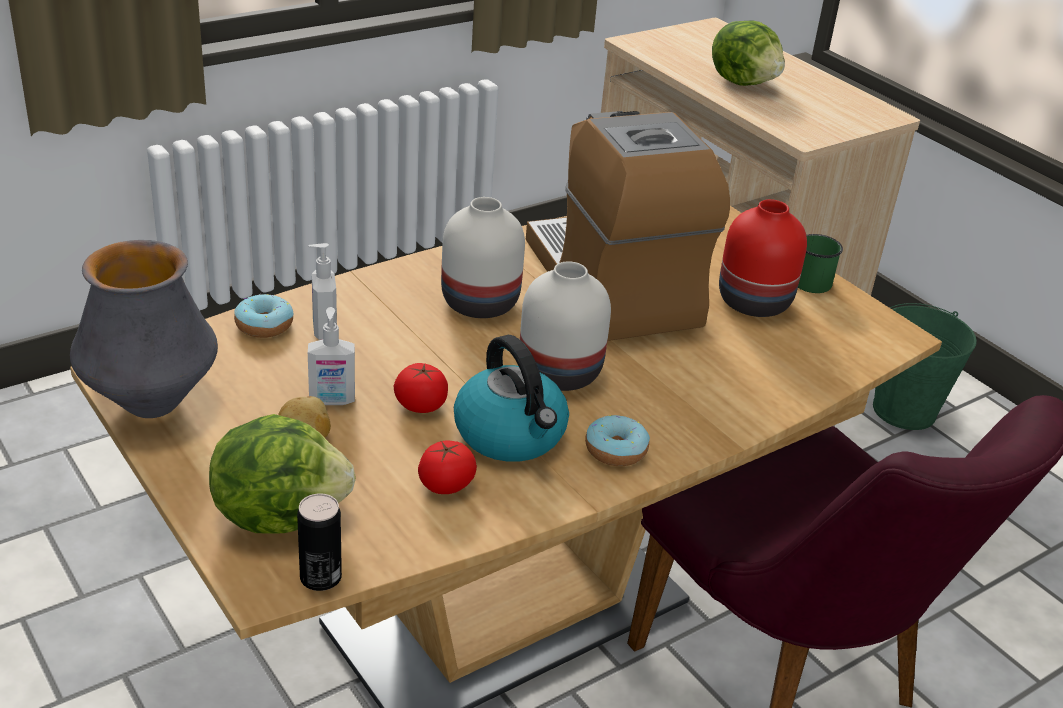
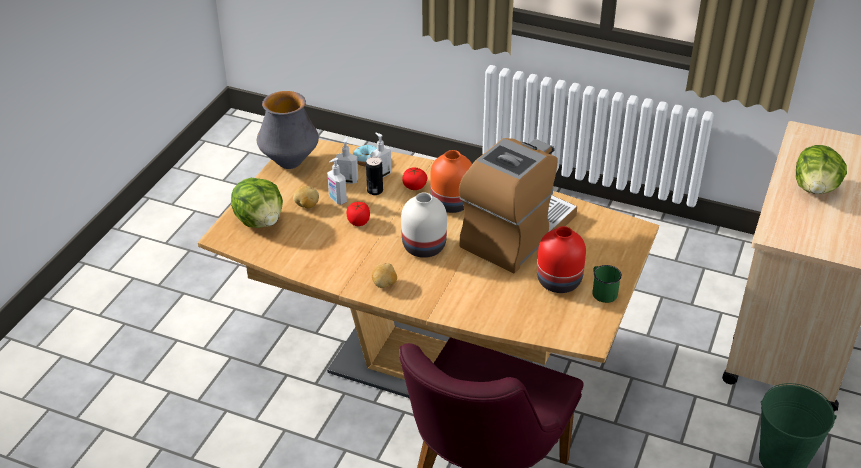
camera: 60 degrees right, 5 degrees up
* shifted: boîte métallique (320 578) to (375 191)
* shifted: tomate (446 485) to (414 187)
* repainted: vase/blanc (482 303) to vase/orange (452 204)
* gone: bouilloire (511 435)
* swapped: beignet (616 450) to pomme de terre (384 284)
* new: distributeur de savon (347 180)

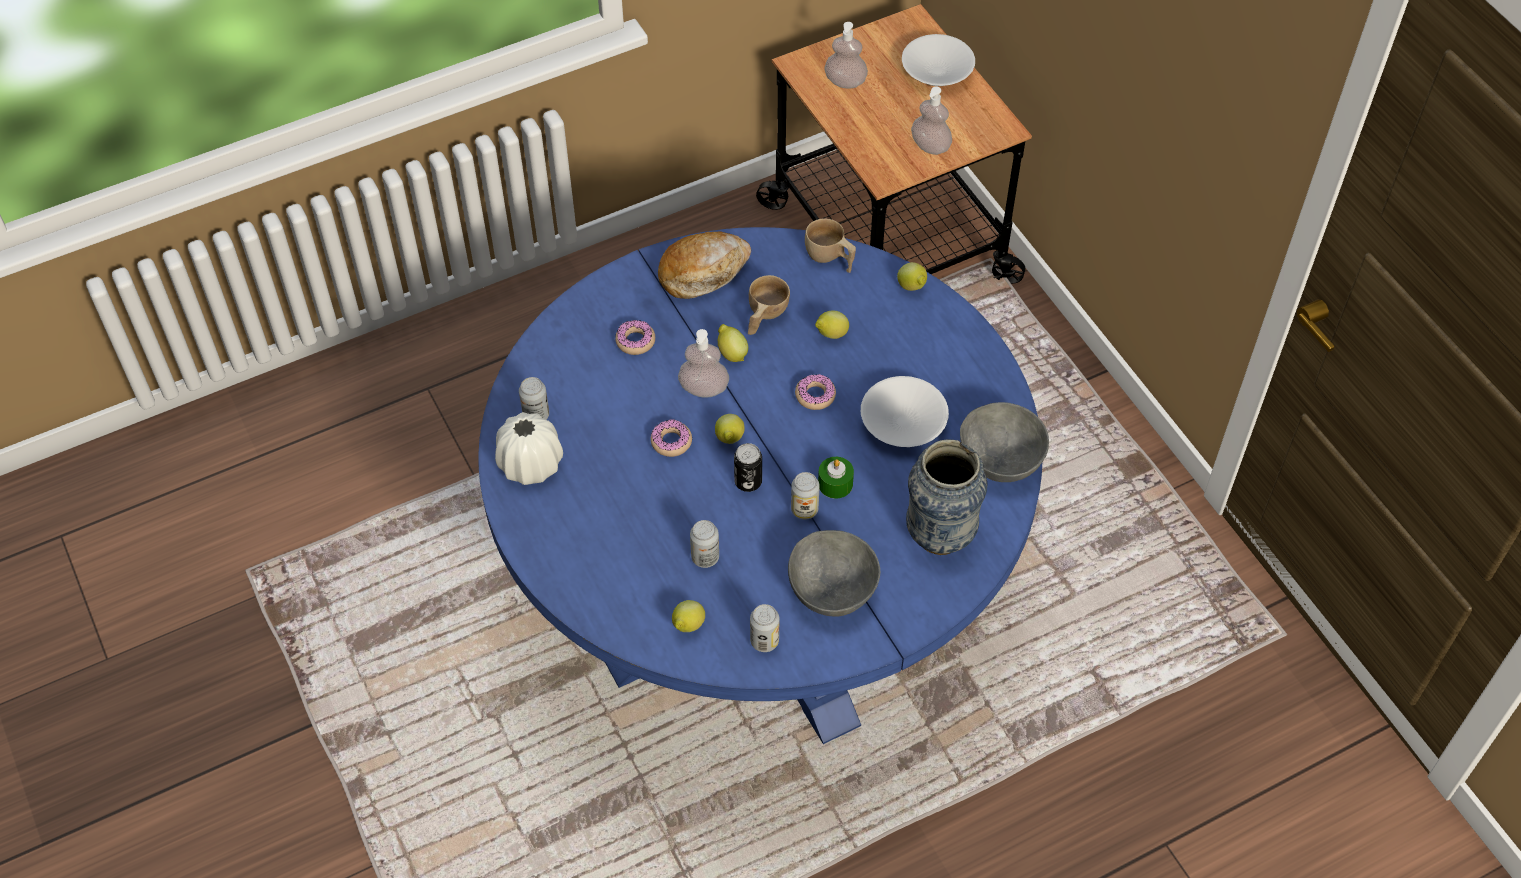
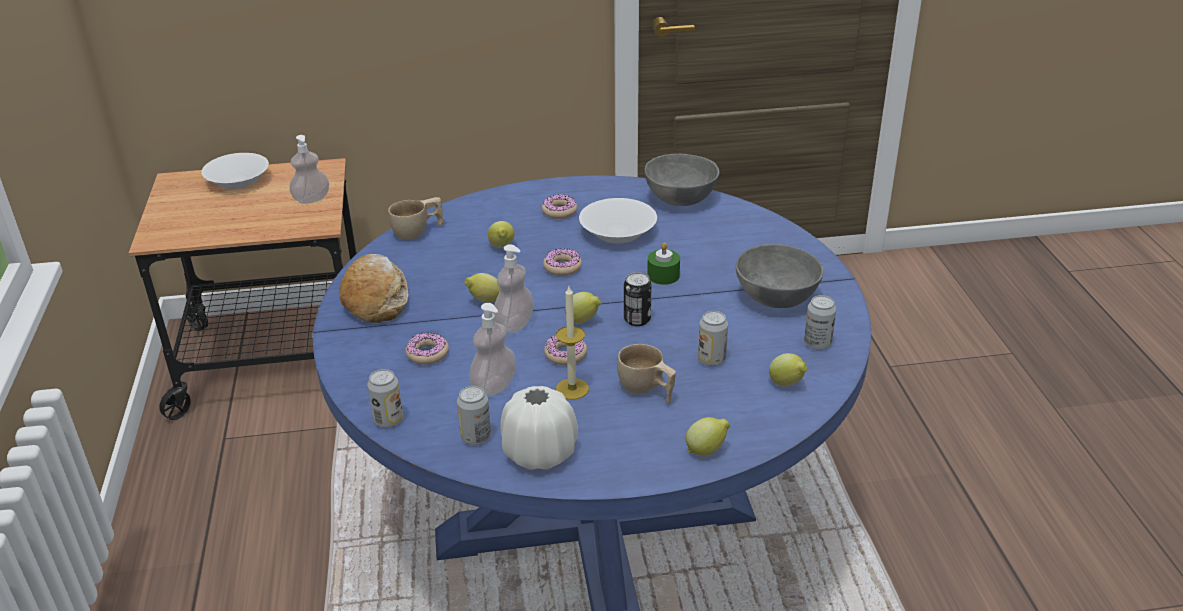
camera: 70 degrees left, 20 degrees down
* shifted: tasse/beige (764 317) to (646 390)
* shifted: boîte métallique (804 509) to (388 420)
* shifted: distributeur de savon (845 82) to (494 386)
* shifted: citron (912 287) to (707 450)
* gone: vase (940 535)
* new: beignet (559 211)
* new: bougie (572 389)

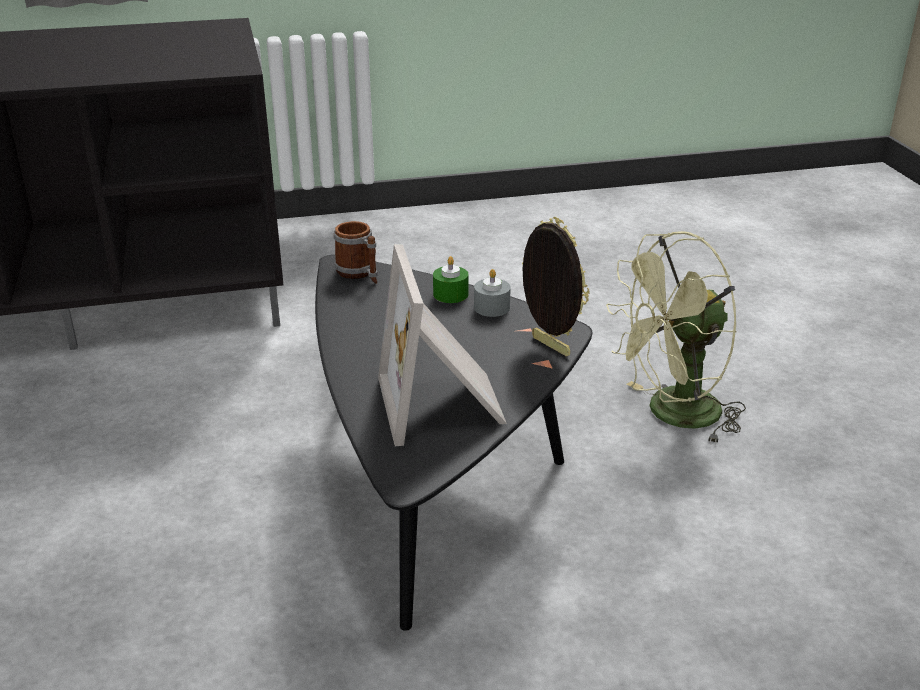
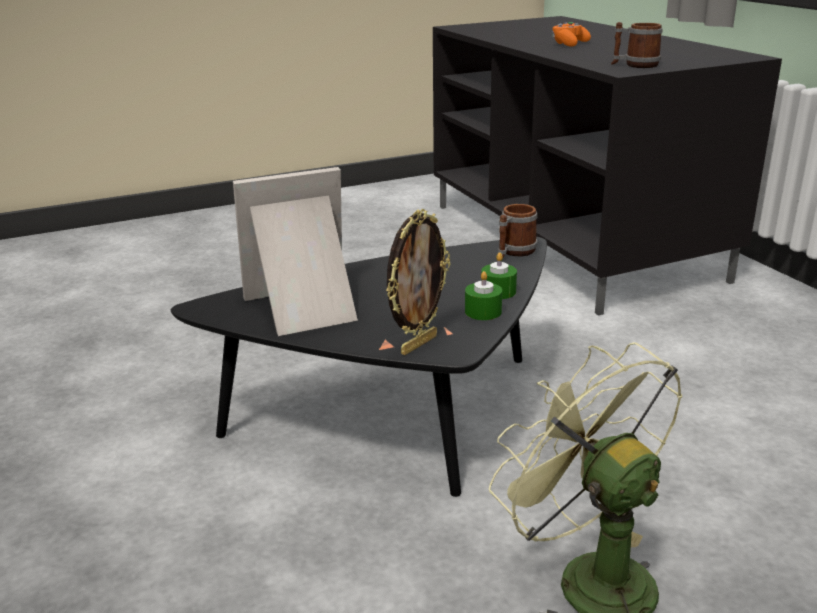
camera: 80 degrees right, 5 degrees down
* repainted: bougie/gris (491 307) to bougie/vert (483 311)
* new: manette/orange (569 44)
* new: mug (635 65)

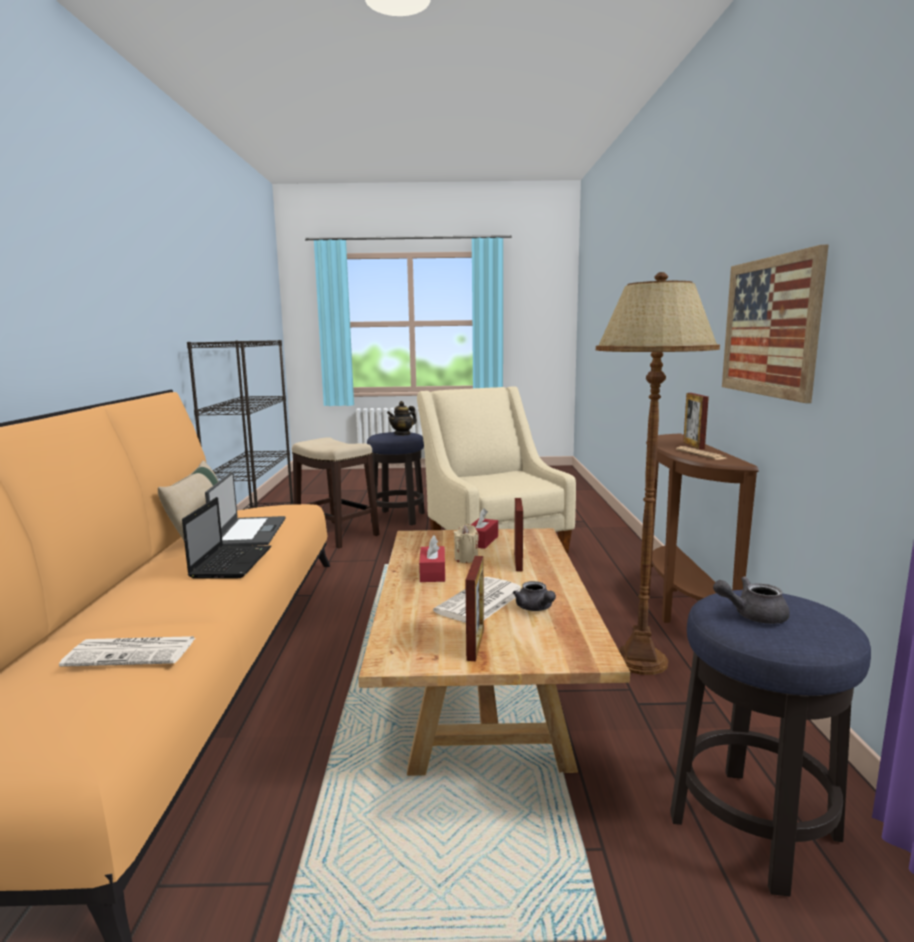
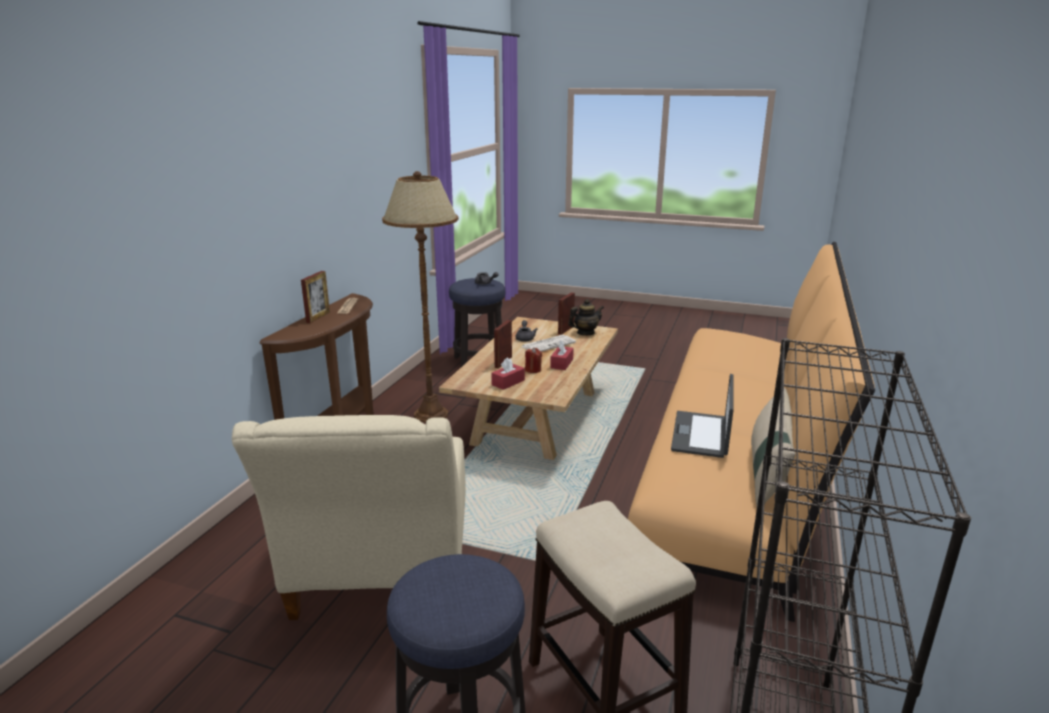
camera: 160 degrees left, 10 degrees up
* gone: journal (133 652)
* gone: ordinateur portable (231 562)
* shifted: théière (402 434) to (585 333)
* repainted: bougie/beige (466 559) to bougie/rouge (533 370)
* gone: tableau (769 327)

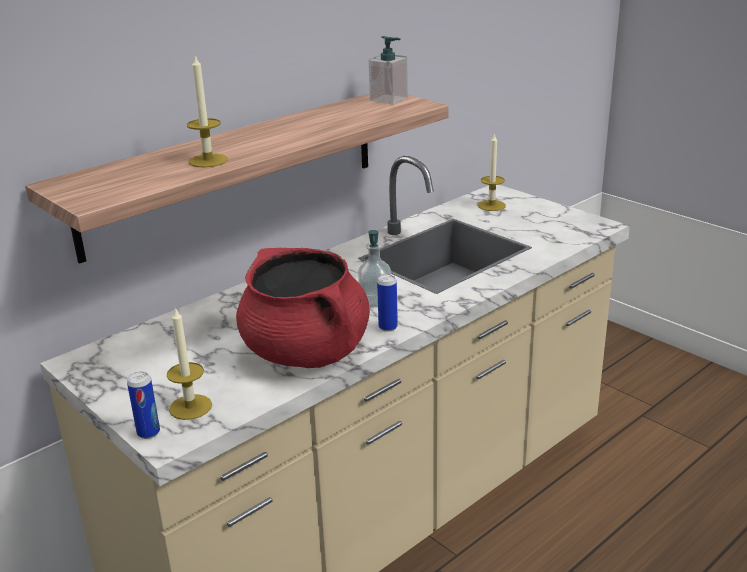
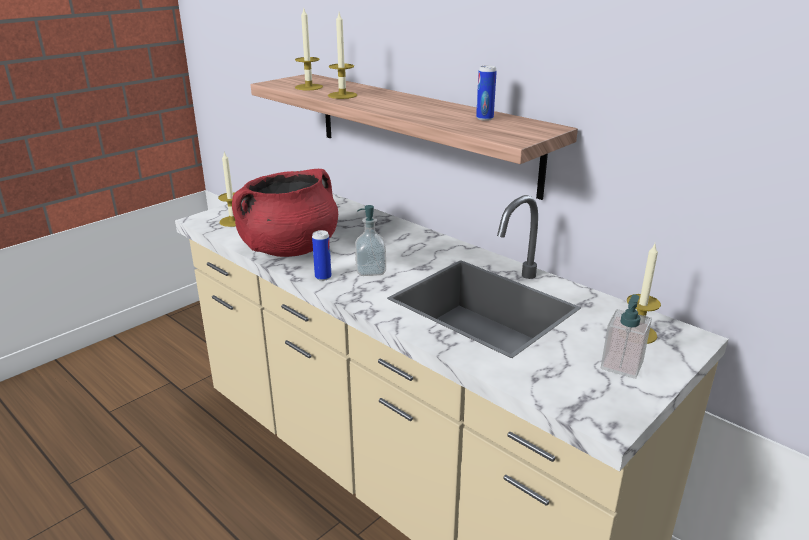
camera: 85 degrees right, 0 degrees up
* shifted: boîte métallique (148 433) to (484 118)
* shifted: distributeur de savon (389 99) to (621 365)
* new: bougie (309 87)

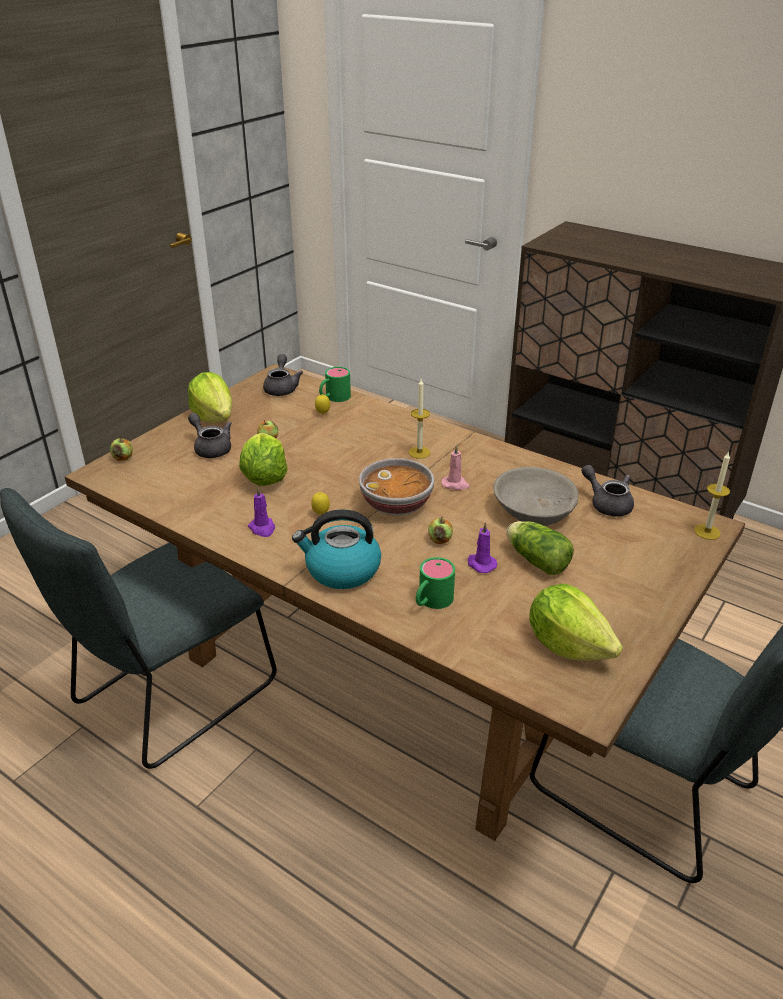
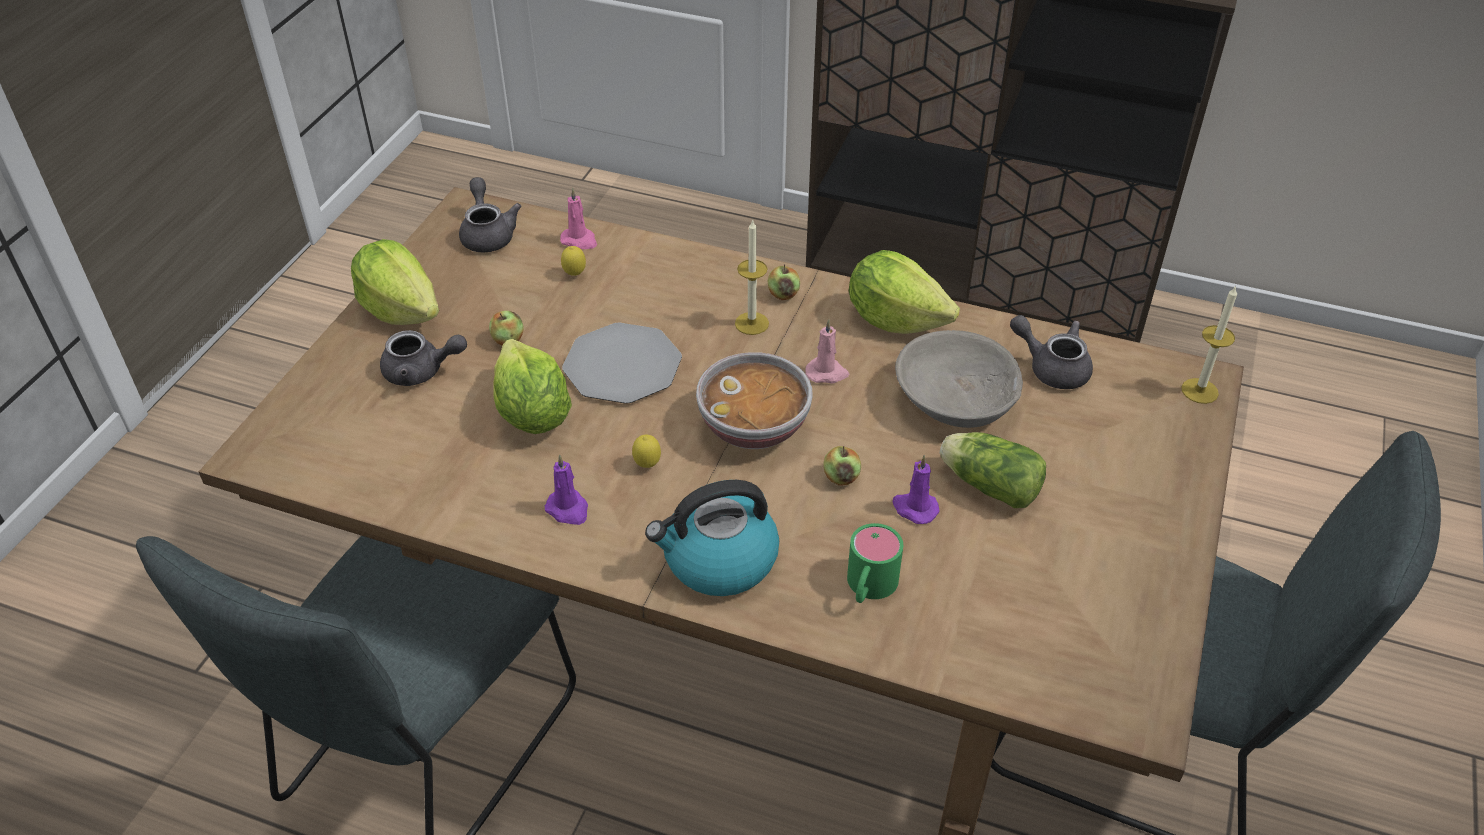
camera: 15 degrees left, 10 degrees up
* shifted: pomme (123 458) to (783 294)
* rotated: théière/gris (211 448) = (421 372) 150 degrees clockwise
* swapped: mug/vert (334 398) to bougie/rose (579 241)
* shifted: laitue (568 644) to (895 319)
* new: assiette (622 365)

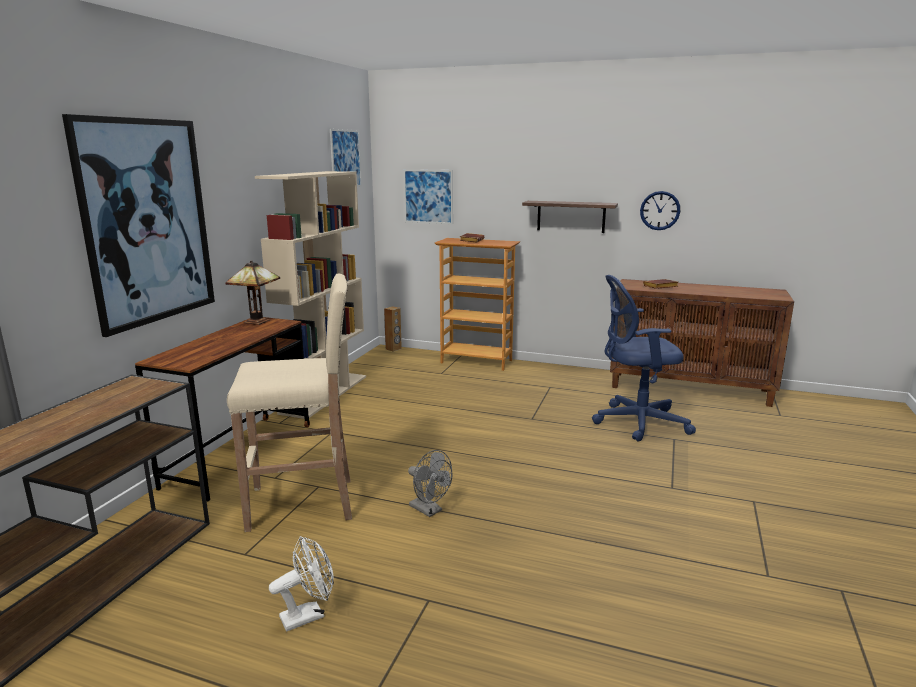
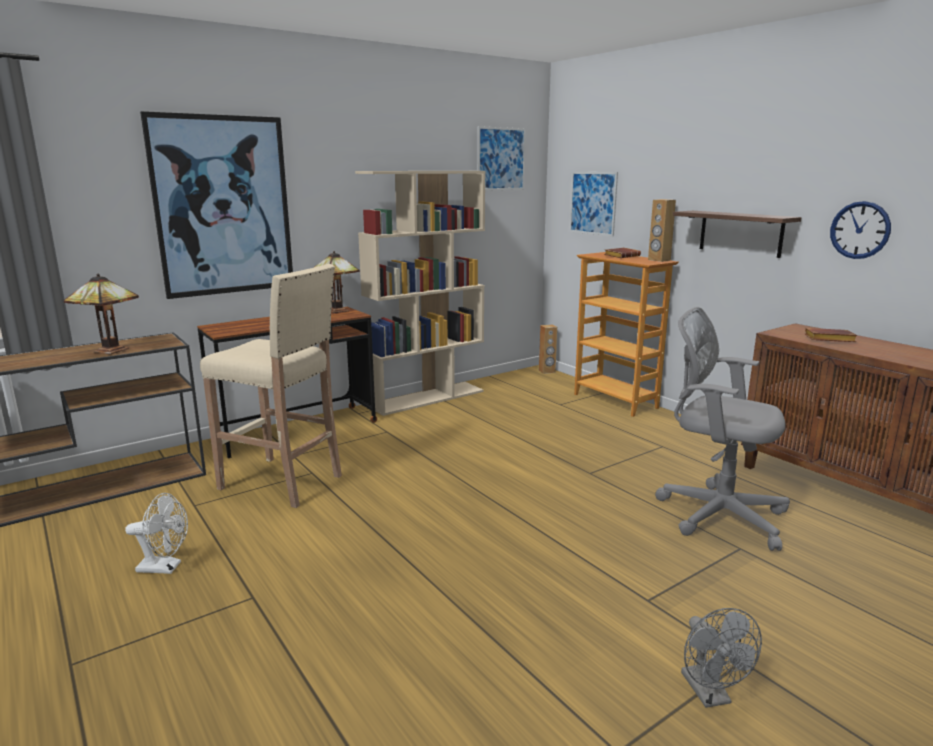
camera: 35 degrees right, 0 degrees up
* shifted: ventilateur/gris (429 510) to (710 695)
* repainted: chaise de bureau/bleu (636 422) to chaise de bureau/gris (715 513)
* new: lampe de table (108 351)
* new: enceinte/marron (659 260)

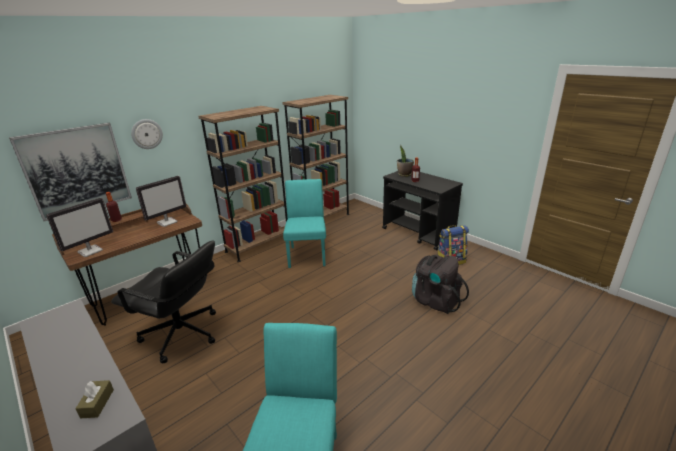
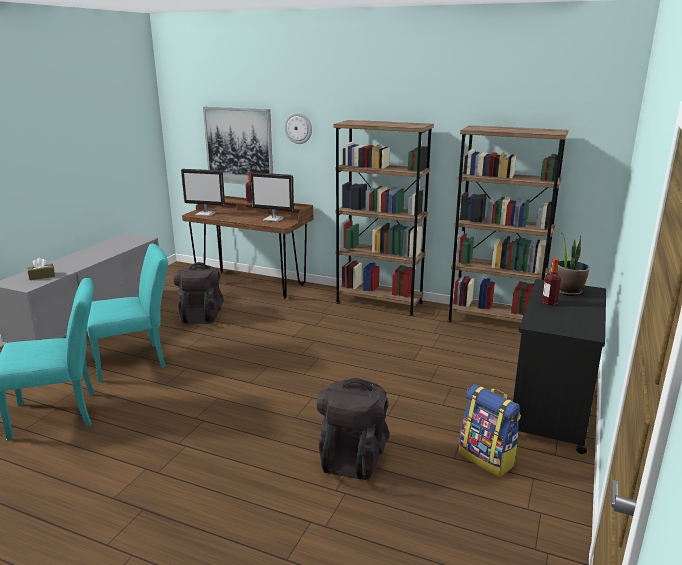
camera: 65 degrees right, 5 degrees down
* swapped: chaise de bureau/noir (181 335) to sac à dos/noir (201 316)
* shifted: chaise/turquoise (307 254) to (135 361)

